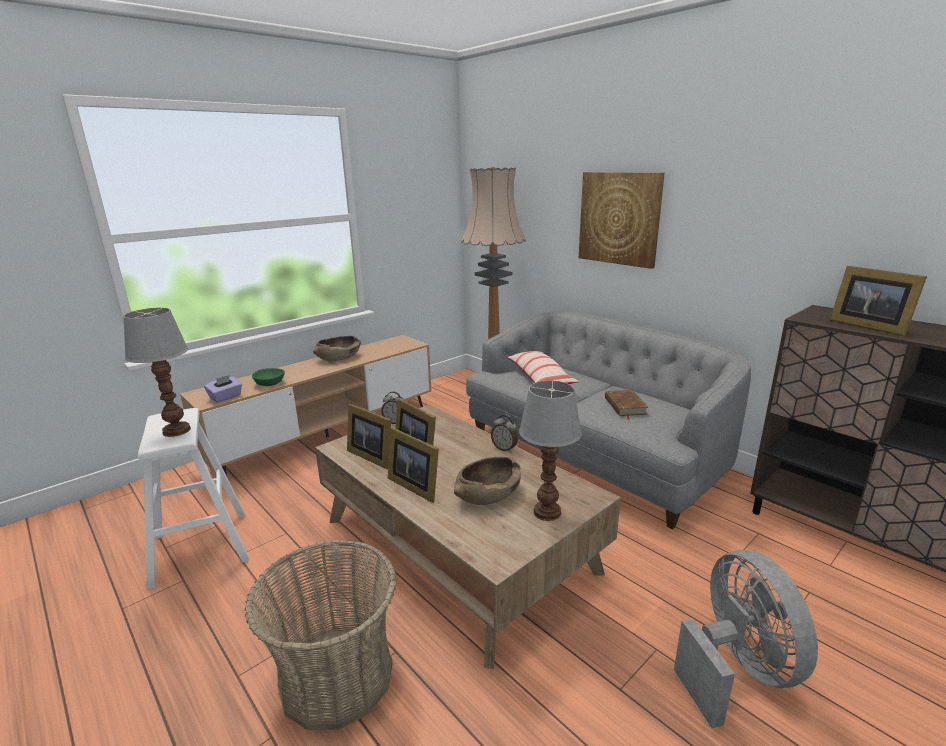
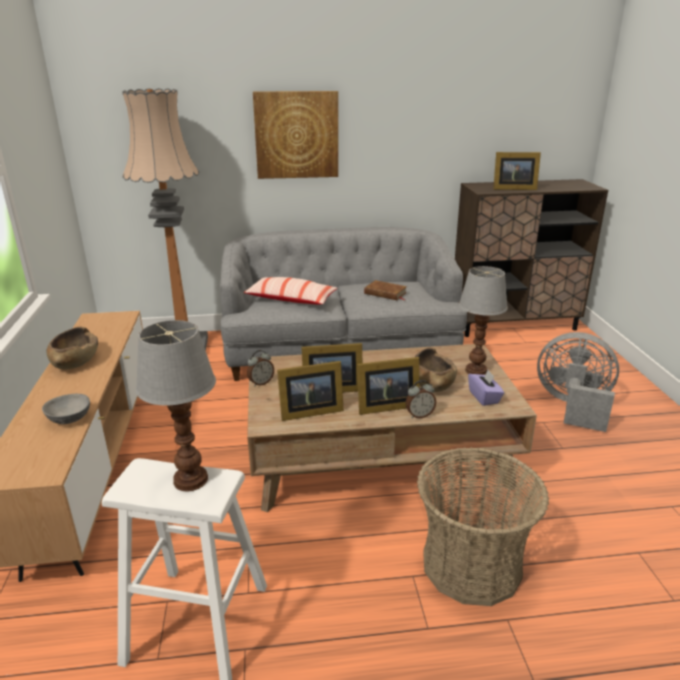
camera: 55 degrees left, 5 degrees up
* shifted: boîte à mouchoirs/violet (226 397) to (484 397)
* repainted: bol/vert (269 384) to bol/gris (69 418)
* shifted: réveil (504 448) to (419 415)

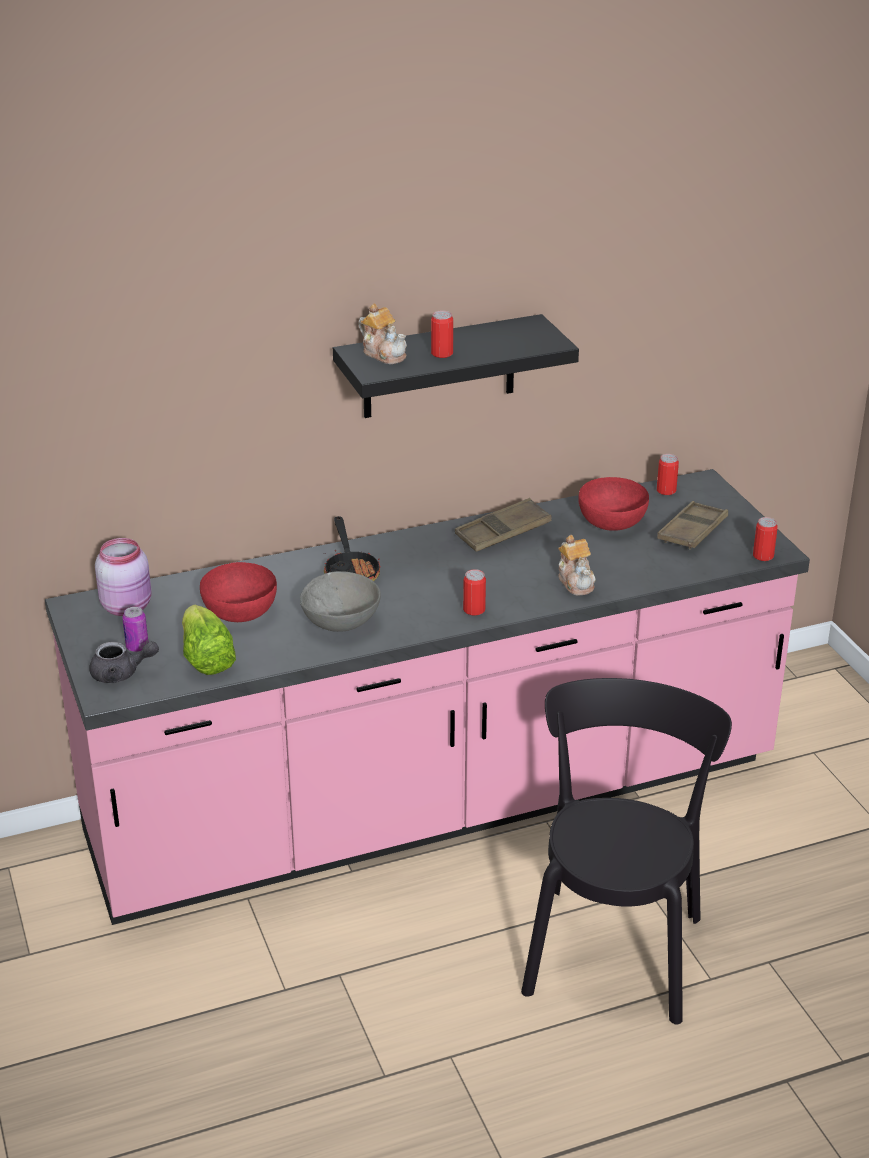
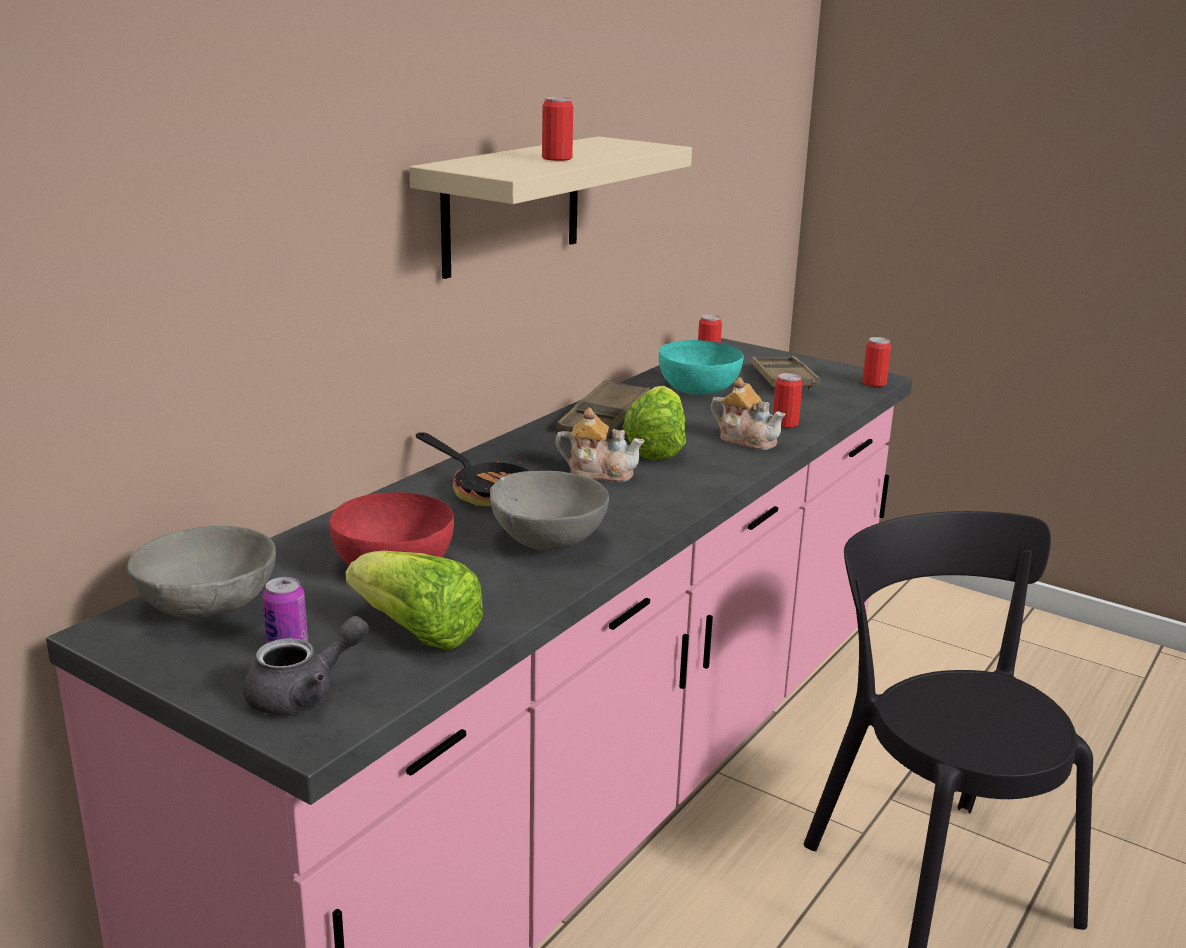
camera: 35 degrees left, 10 degrees down
* swapped: bocal/rose (128 606) to bol/gris (210 607)
* repainted: étagère/noir (439 367) to étagère/beige (512 205)
* shifted: théière (384 354) to (599 472)
* shifted: boîte métallique (474 610) to (785 424)
* repainted: bol/rouge (613 522) to bol/turquoise (699 388)
* new: laitue (656 447)

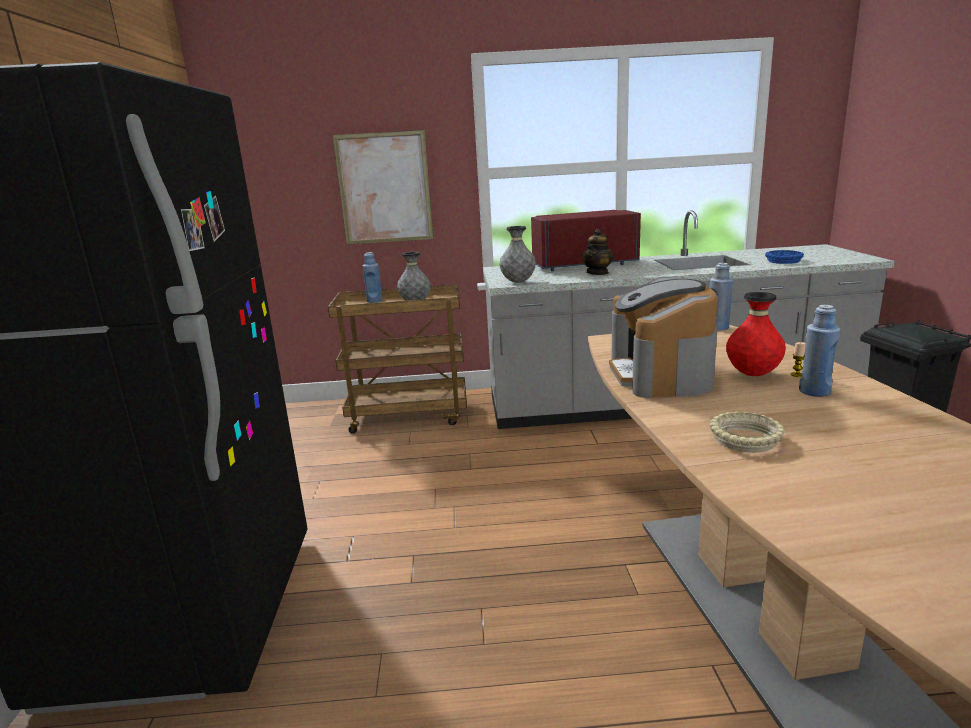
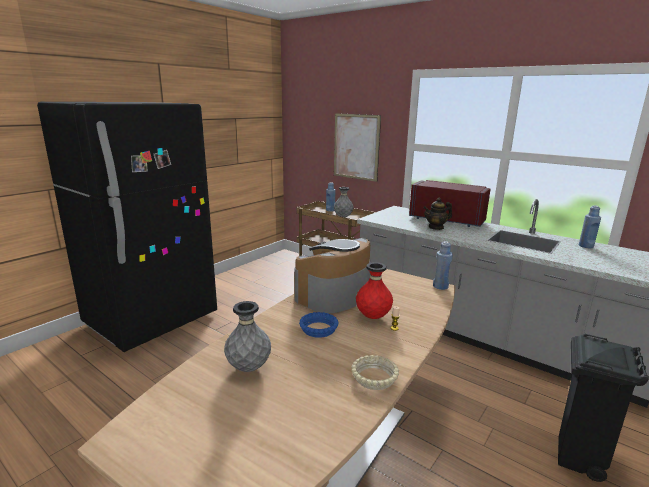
camera: 40 degrees right, 0 degrees up
* shifted: vase/gris (518 282) to (249 368)
* shifted: bol/beige (744 439) to (374 377)
* shifted: bol/bleu (783 261) to (318 329)
* shifted: bouteille/bleu (814 392) to (586 246)

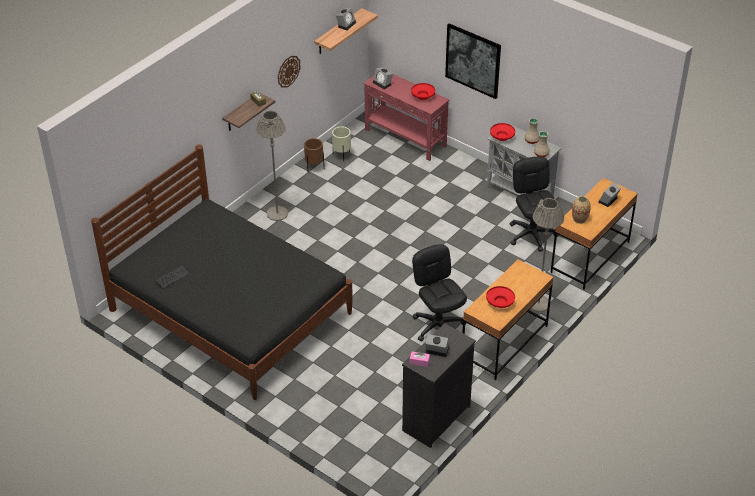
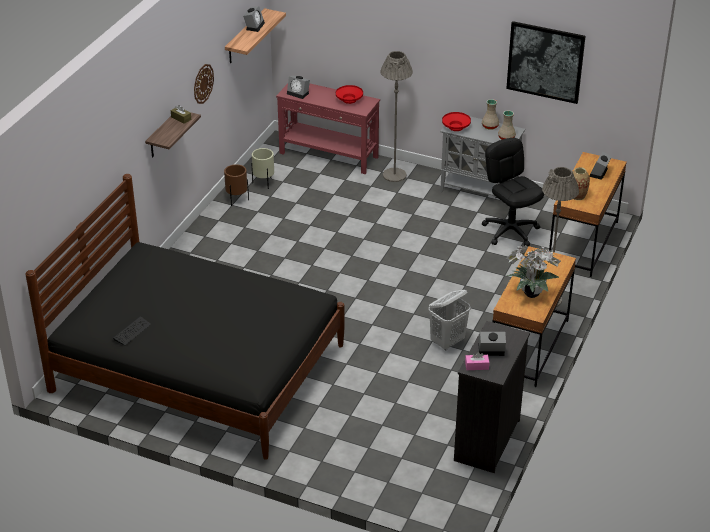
camera: 15 degrees left, 5 degrees down
* shifted: lampadaire/gris (277 213) to (394 175)
* swapped: chaise de bureau/noir (438 326) to panier à linge/blanc (447 342)
* shifted: tableau (473 60) to (545 62)
* swapped: bol/rouge (500 302) to plante en pot (530 293)

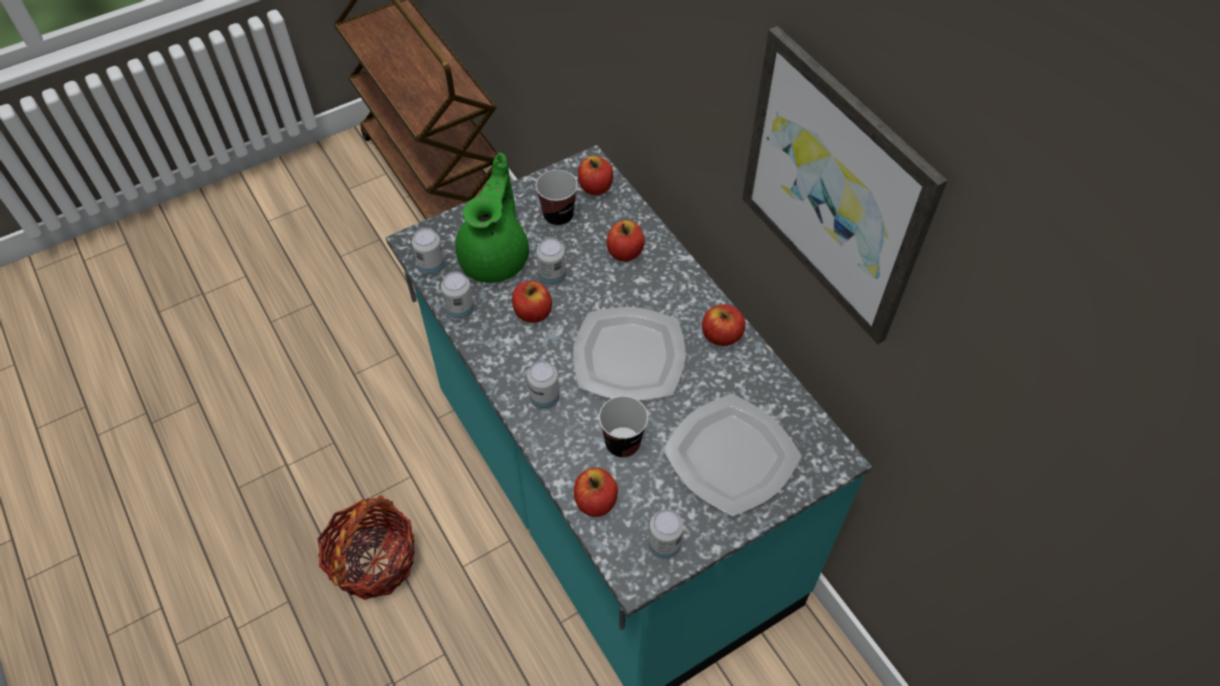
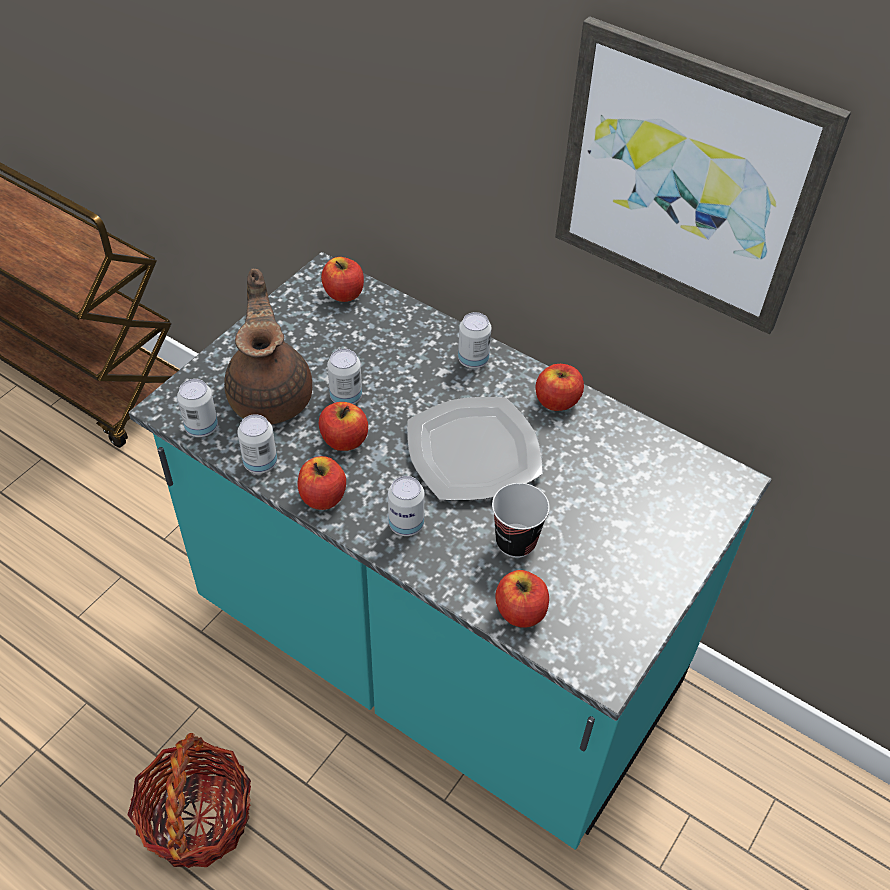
camera: 25 degrees left, 5 degrees down
* repainted: théière/vert (496 257) to théière/marron (272 395)
* gone: tasse (558 216)
* shifted: pomme (625 252) to (323 497)
* shifted: boîte métallique (664 545) to (473 360)
* gone: assiette (731 457)

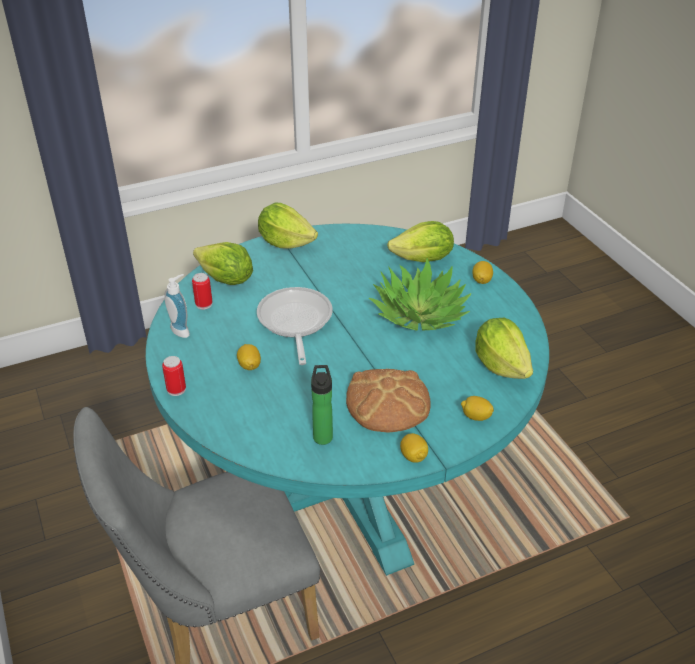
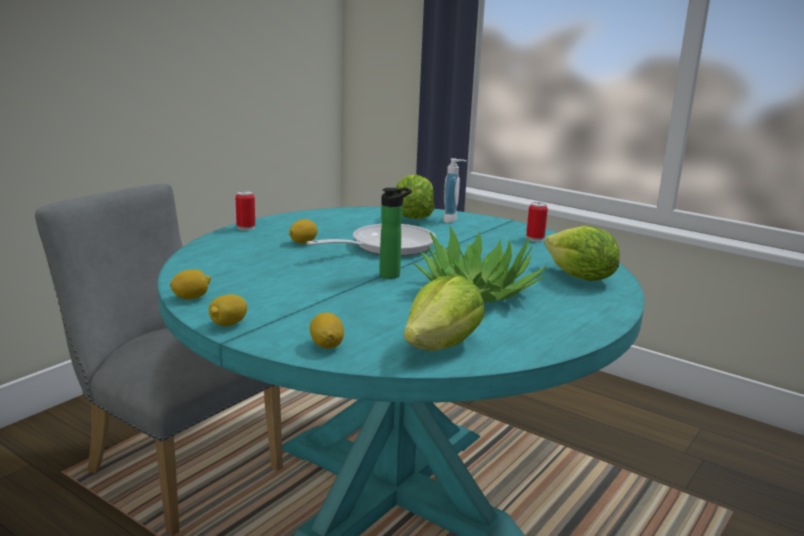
camera: 60 degrees right, 20 degrees down
* shifted: distributeur de savon (182 330) to (453 220)
* shifted: boîte métallique (204 304) to (535 238)
* gone: laitue (285 242)
* shifted: bouteille (322 435) to (392 274)
* gone: pain (387 402)
* shifted: citron (481 280) to (191 298)

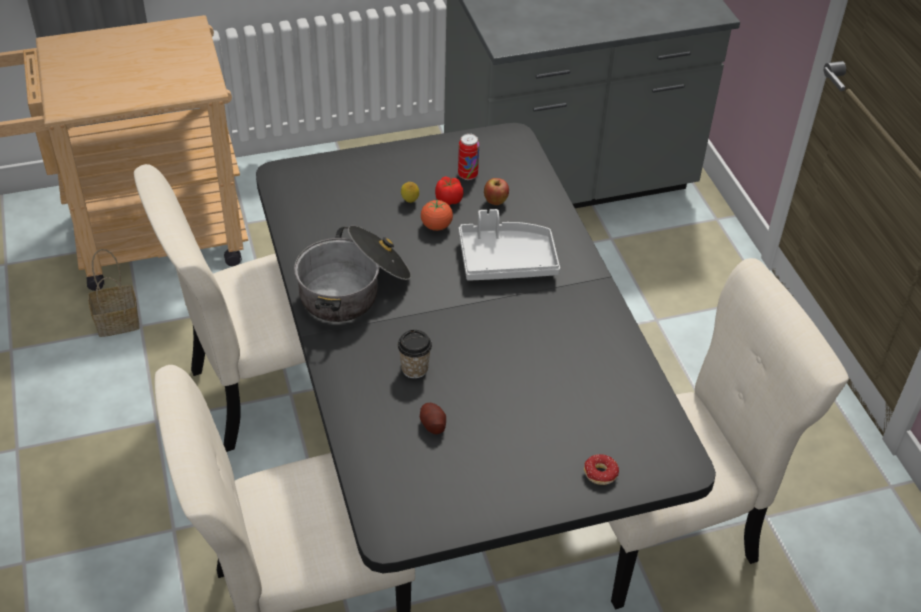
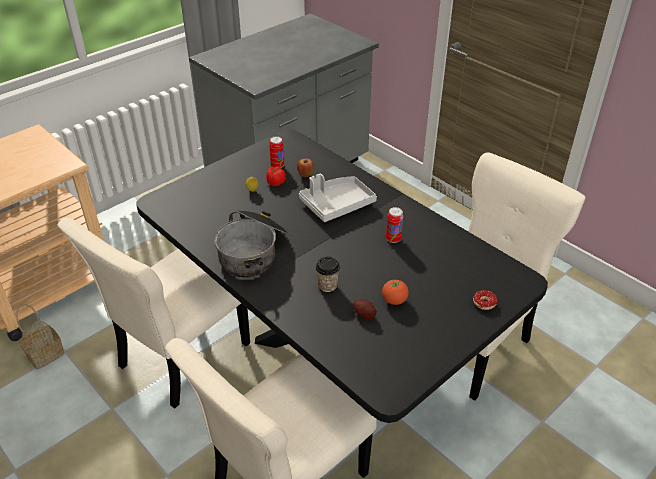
camera: 25 degrees left, 5 degrees down
* shifted: tomate (436 226) to (394 300)
* new: boîte métallique (393 239)

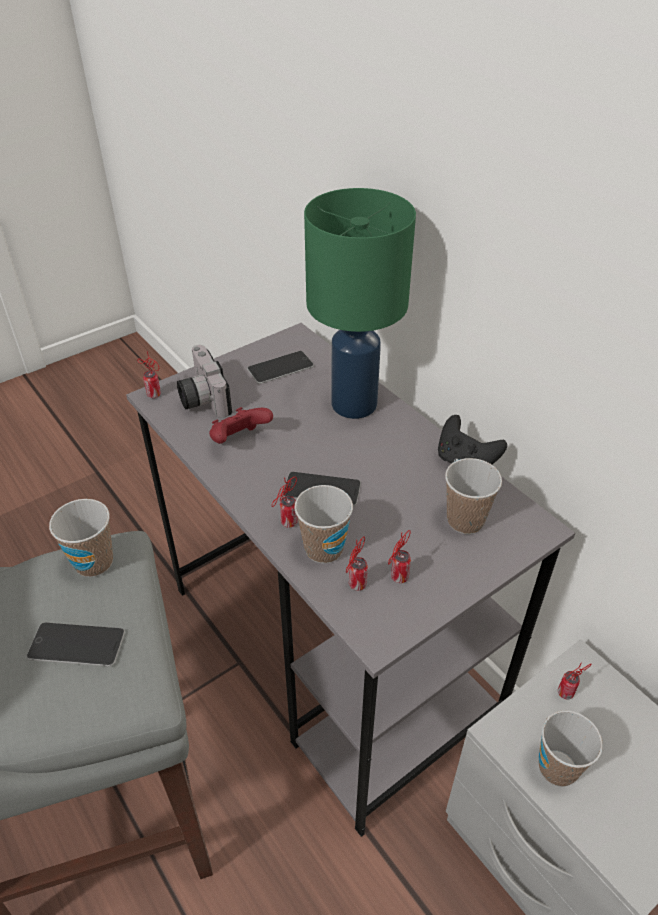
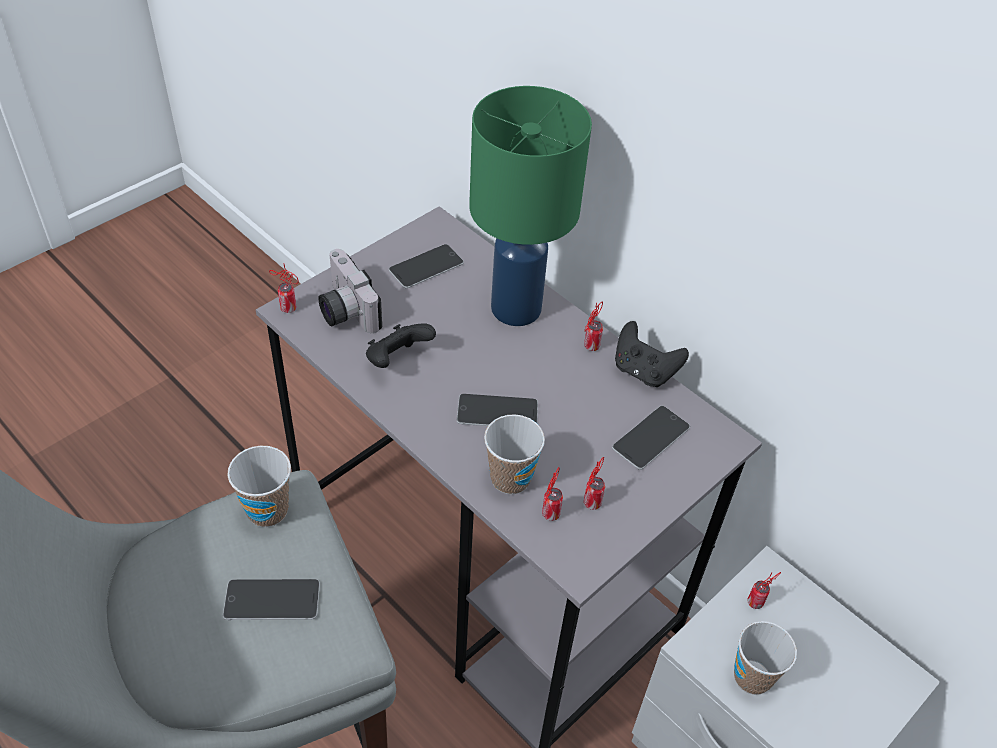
camera: 10 degrees left, 5 degrees up
* repainted: manette/rouge (239 440) to manette/noir (397 360)
* shifted: boîte métallique (287 524) to (590 347)
* swapped: tasse (465 521) to téléphone (651 437)

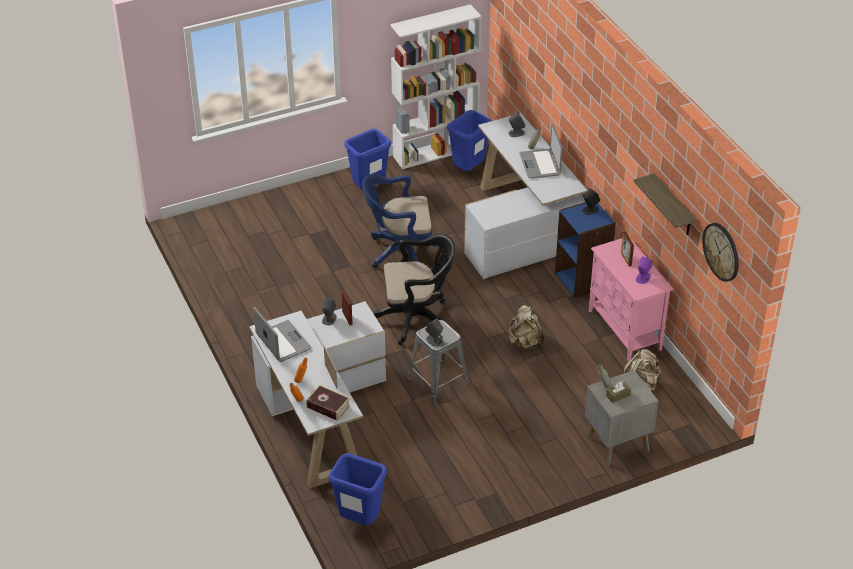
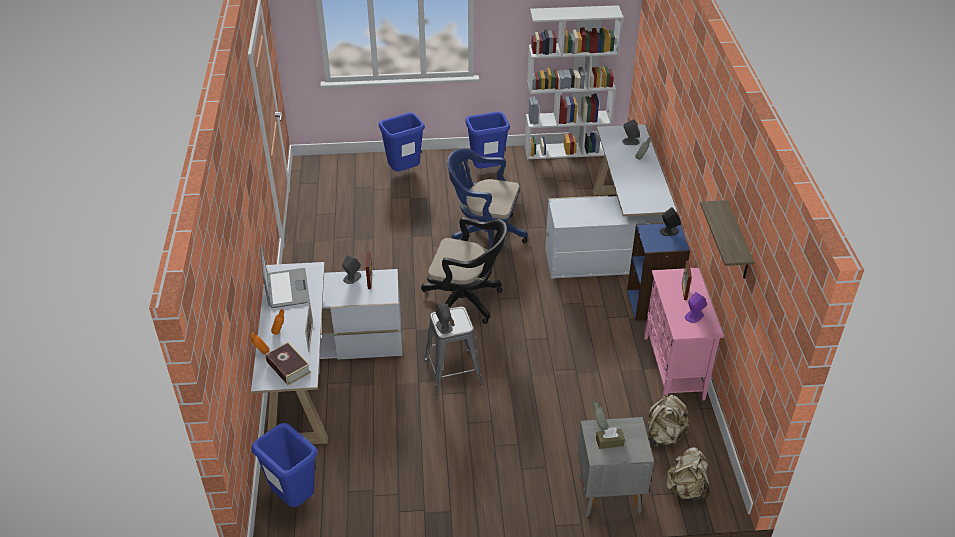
camera: 20 degrees right, 0 degrees up
* shifted: poubelle/bleu (468 170) to (404 172)
* shifted: sac à dos/beige (524 343) to (685 489)
* gone: ordinateur portable (540 164)
* gone: horloge murale (721 251)

